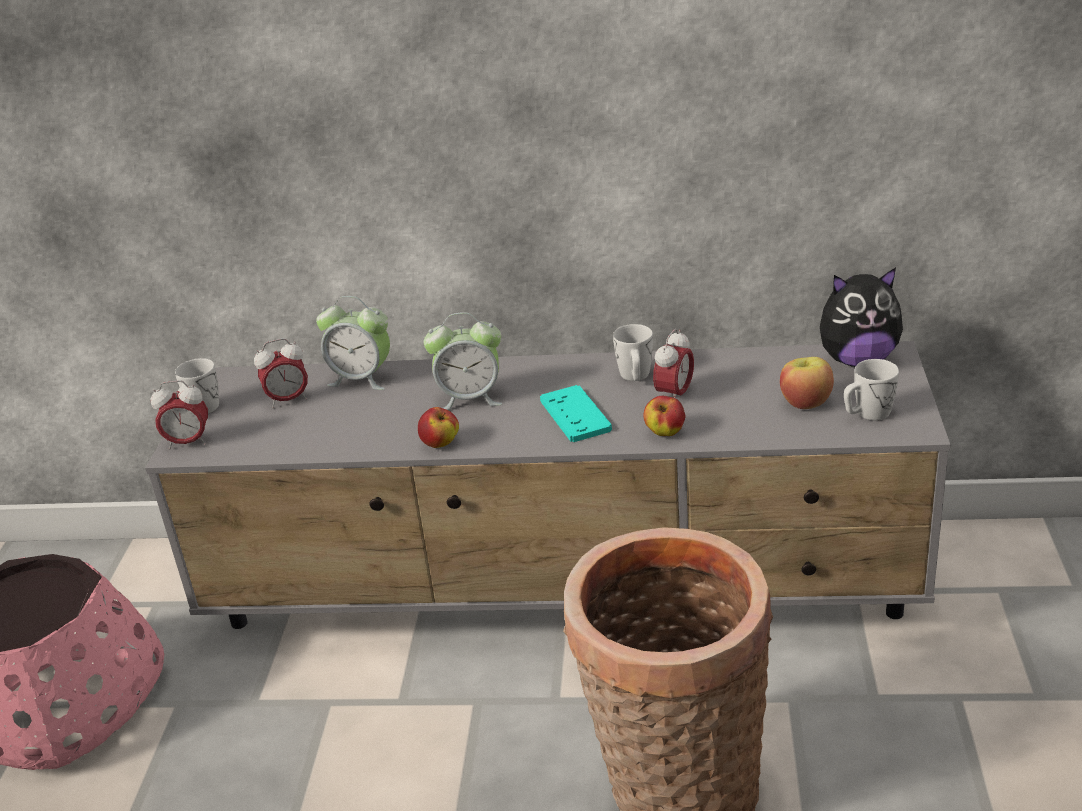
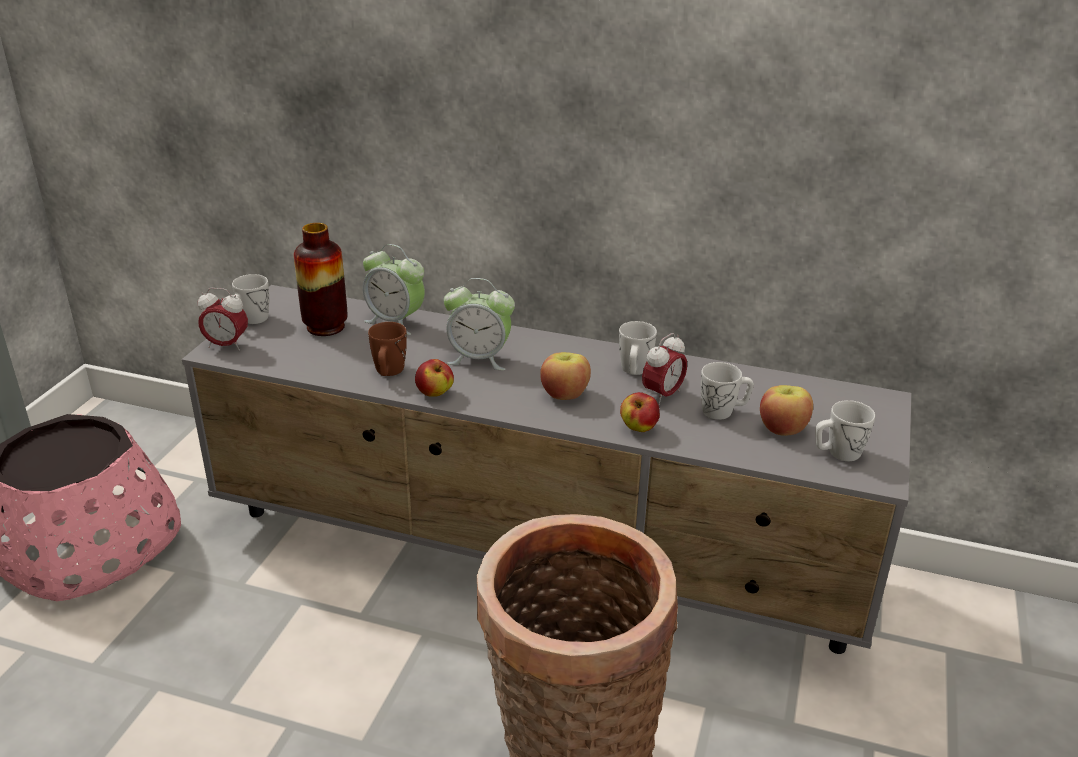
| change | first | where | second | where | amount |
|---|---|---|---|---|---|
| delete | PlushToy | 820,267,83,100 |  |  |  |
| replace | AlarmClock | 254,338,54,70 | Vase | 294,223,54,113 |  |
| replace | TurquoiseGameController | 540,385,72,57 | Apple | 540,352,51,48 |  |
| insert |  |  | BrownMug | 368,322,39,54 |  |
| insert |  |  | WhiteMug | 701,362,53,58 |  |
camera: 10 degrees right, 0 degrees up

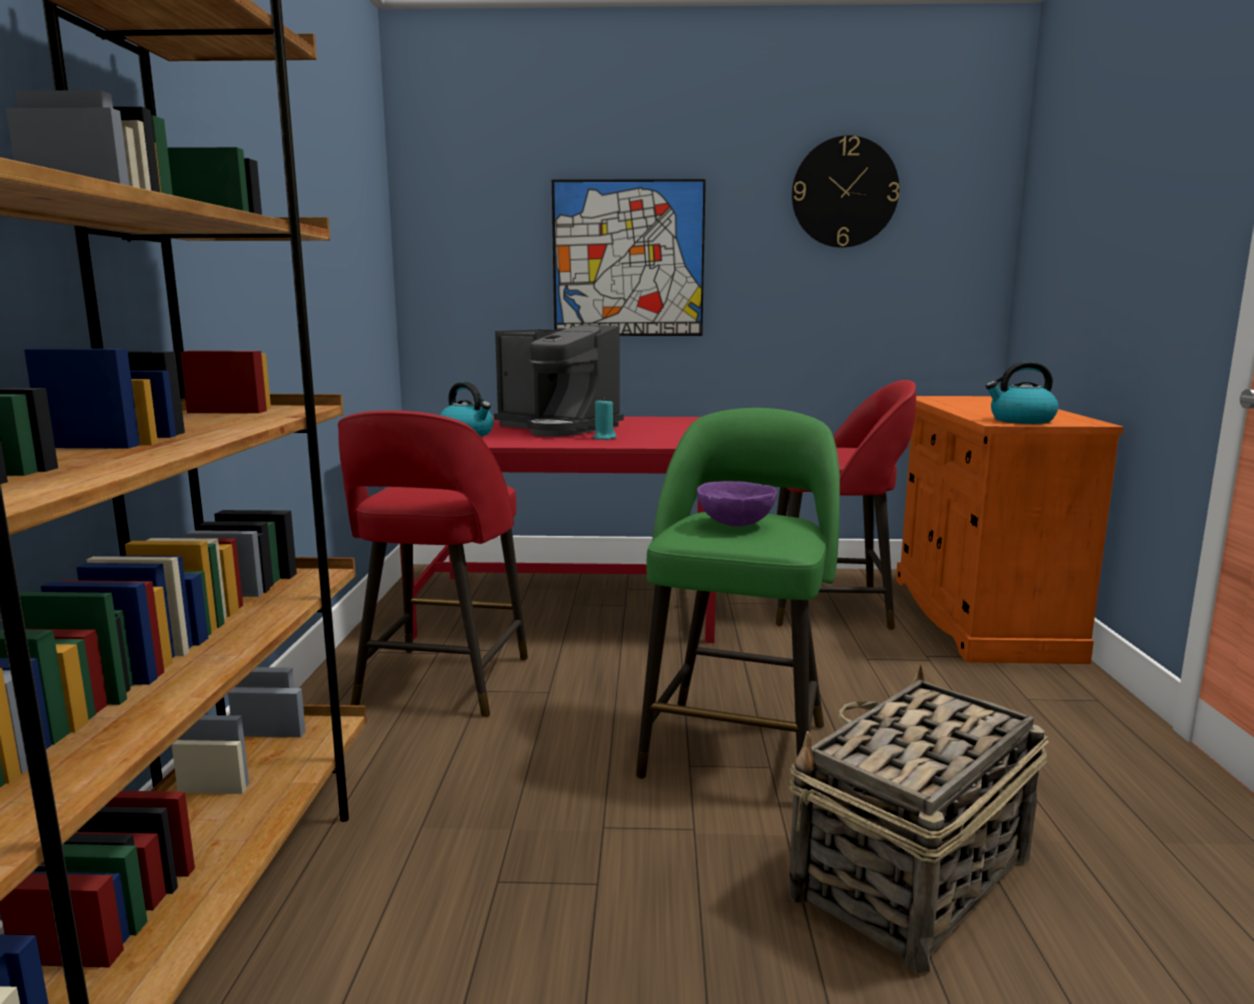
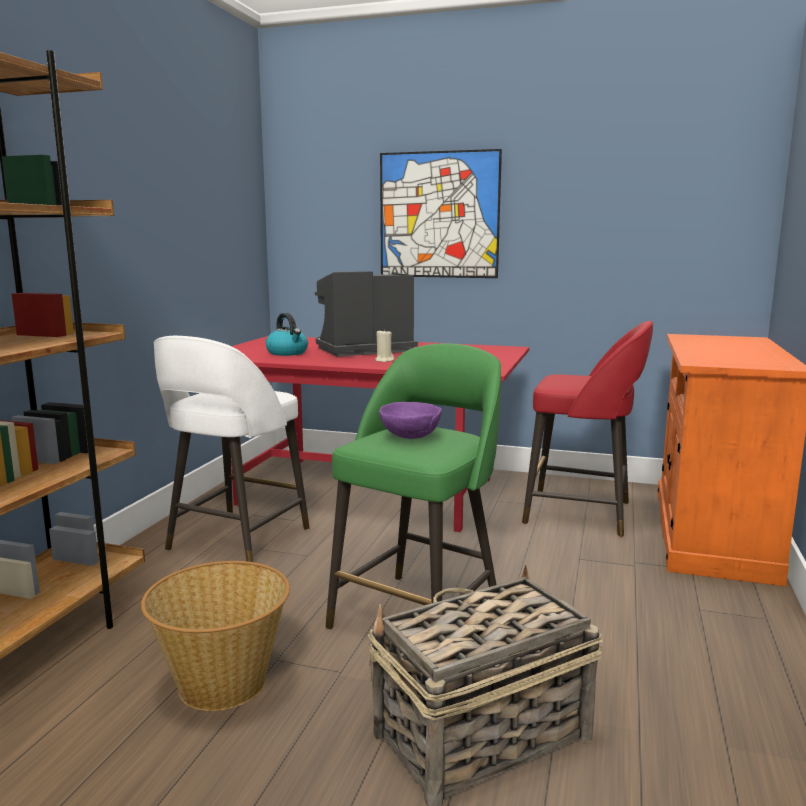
| change | first | where | second | where | amount |
|---|---|---|---|---|---|
| delete | WallClock | 792,135,107,113 |  |  |  |
| rotate | CoffeeMachine | 494,325,130,112 |  | 314,271,104,86 | 105 degrees clockwise |
| delete | Kettle | 986,361,72,63 |  |  |  |
| recolor | TurquoiseCandle | 593,398,23,42 | BeigeCandle | 375,329,19,33 |  |
| recolor | RedStool | 338,410,190,307 | WhiteStool | 154,336,156,226 |  |
| insert |  |  | Basket | 141,561,149,150 |  |
camera: 15 degrees right, 0 degrees up

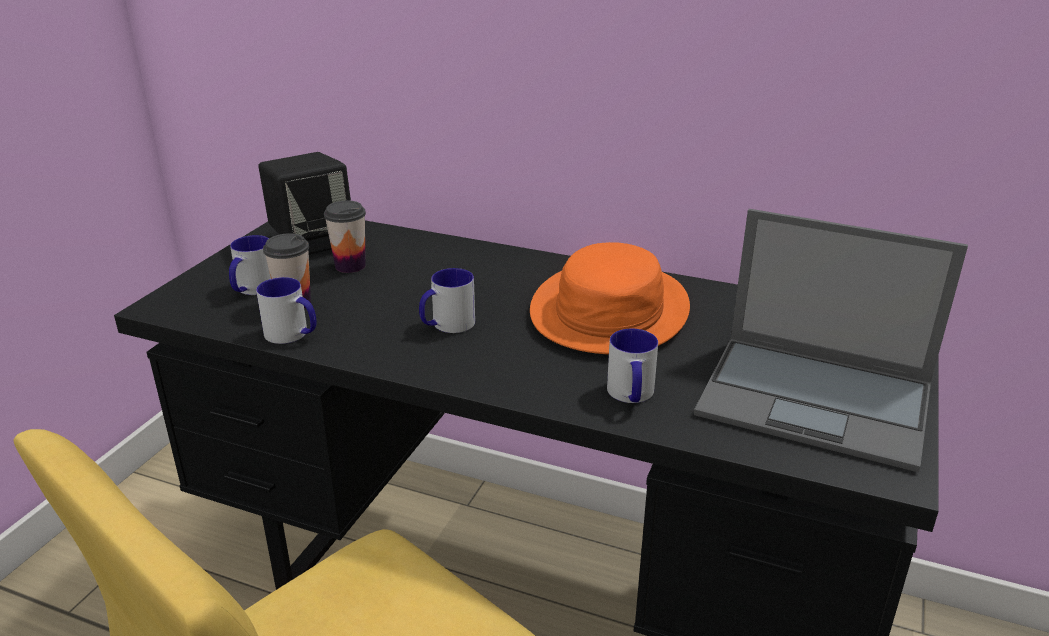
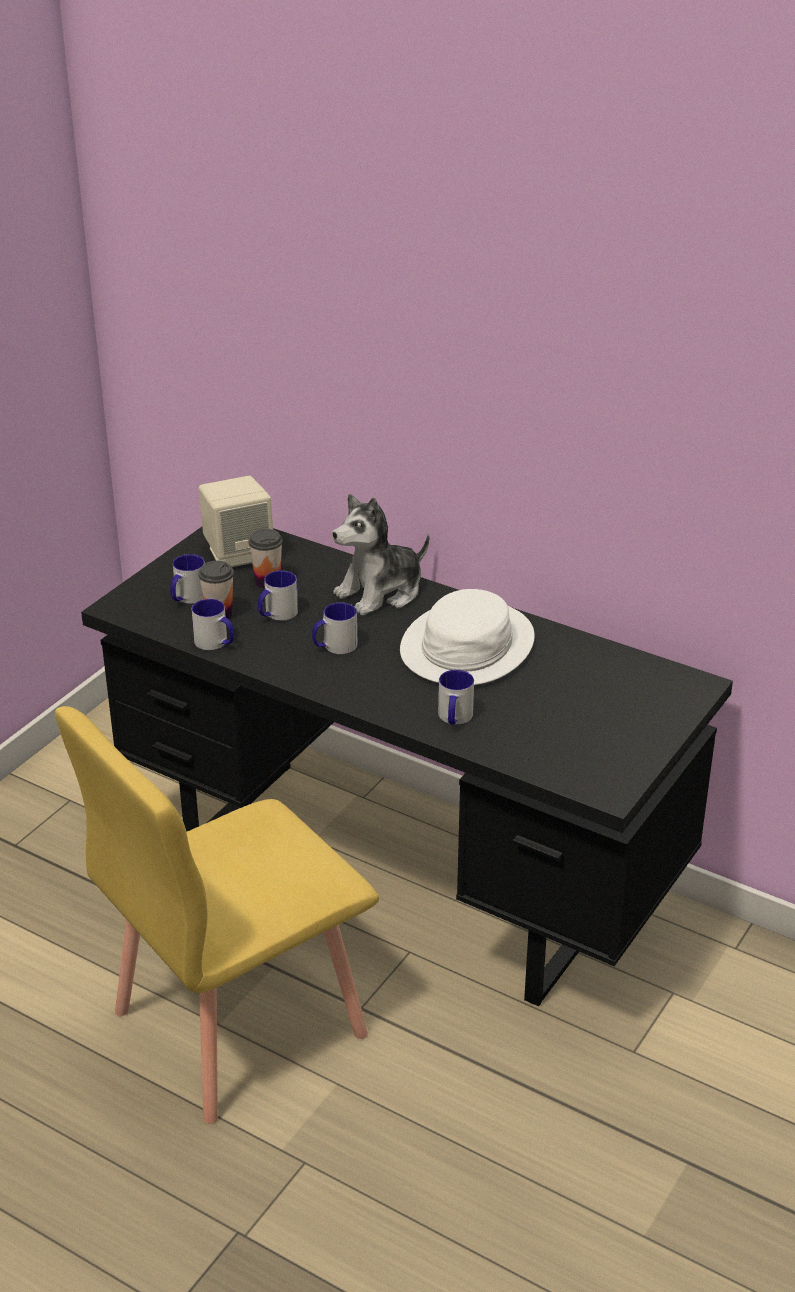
| change | first | where | second | where | amount |
|---|---|---|---|---|---|
| recolor | BlackSpeaker | 258,152,93,102 | BeigeSpeaker | 199,476,74,91 |  |
| delete | Laptop | 694,209,274,263 |  |  |  |
| recolor | OrangeHat | 530,242,160,113 | WhiteHat | 400,589,135,96 |  |
| insert |  |  | PlushToy | 332,494,97,122 |  |
| insert |  |  | Mug | 258,570,40,51 |  |
camera: 10 degrees right, 5 degrees up

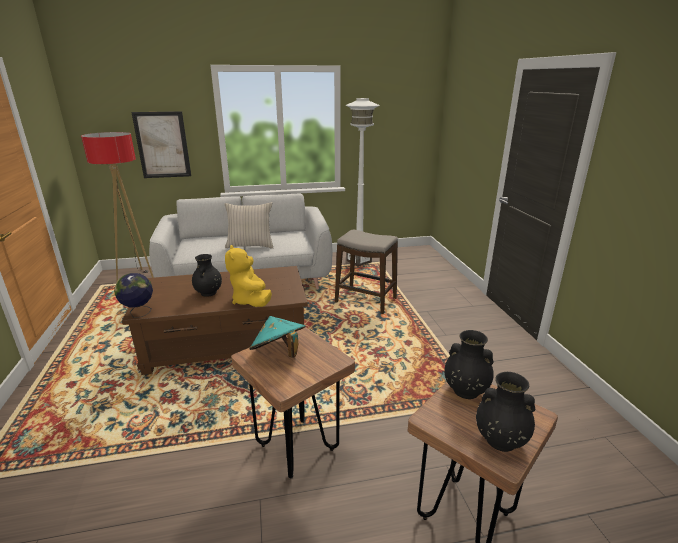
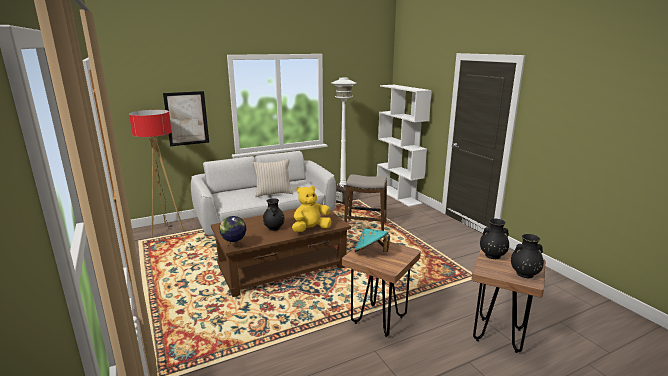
| change | first | where | second | where | amount |
|---|---|---|---|---|---|
| rotate | YellowPlushToy | 225,245,47,62 |  | 292,186,39,46 | 90 degrees clockwise |
| insert |  |  | WhiteBookcase | 377,85,55,122 |  |
camera: 15 degrees left, 5 degrees down

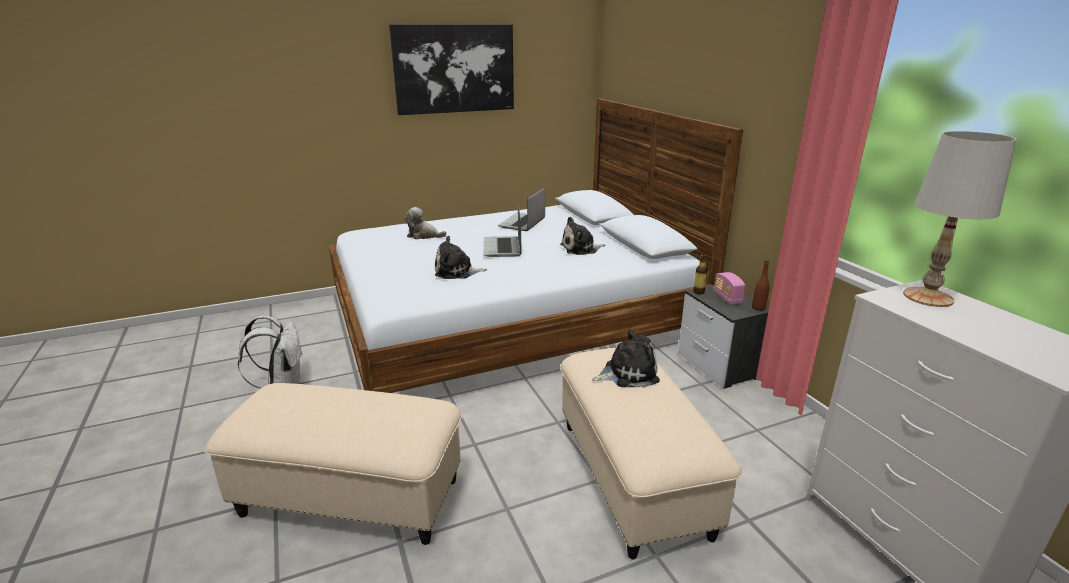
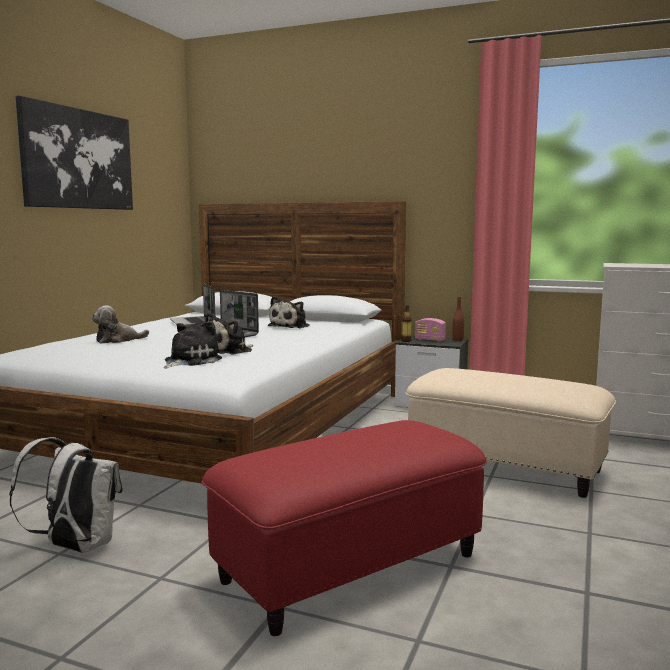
| change | first | where | second | where | amount |
|---|---|---|---|---|---|
| delete | WhiteTableLamp | 903,131,114,176 |  |  |  |
| move | PlushToy | 592,329,68,59 |  | 164,321,58,48 |  |
| recolor | BeigeOttoman | 205,383,257,162 | RedOttoman | 201,420,286,216 |  |
camera: 45 degrees left, 15 degrees down

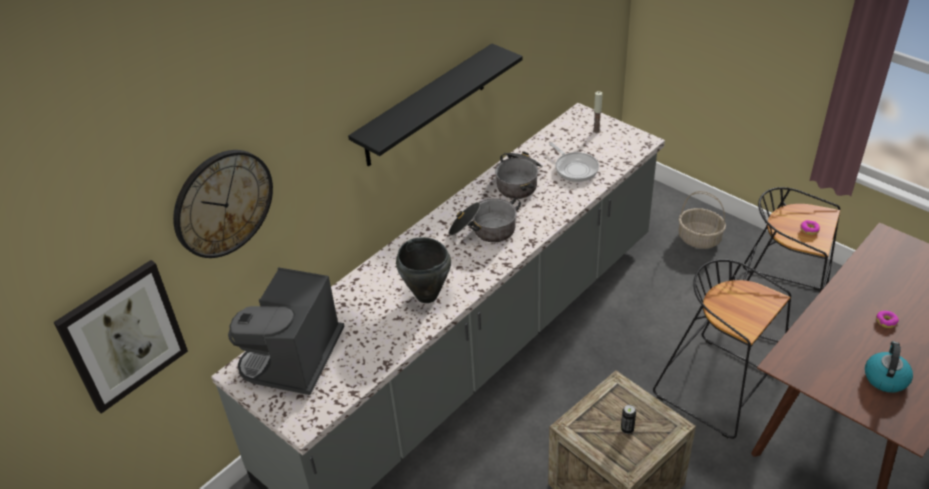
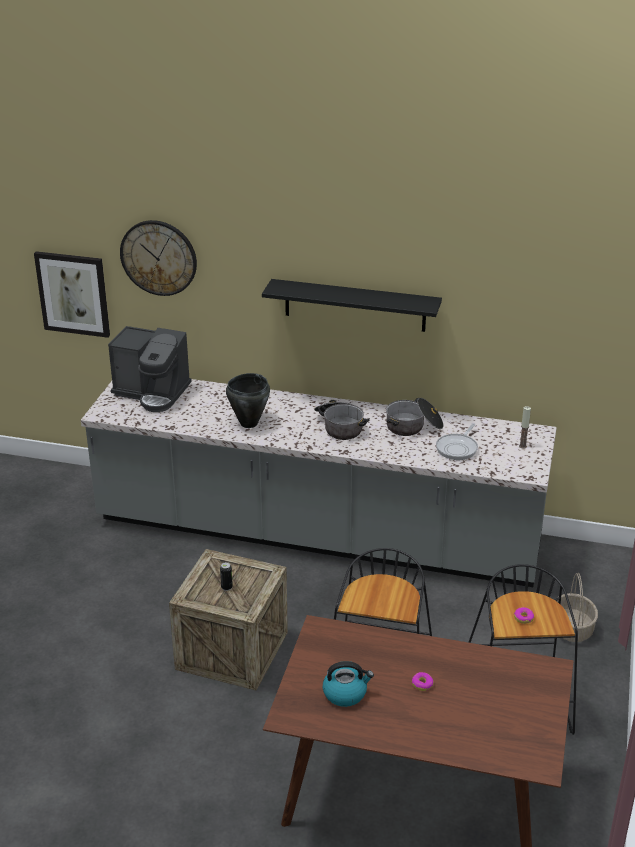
| change | first | where | second | where | amount |
|---|---|---|---|---|---|
| rotate | CoffeeMachine | 228,267,117,128 |  | 108,326,84,86 | 150 degrees counterclockwise |
camera: 60 degrees right, 10 degrees down

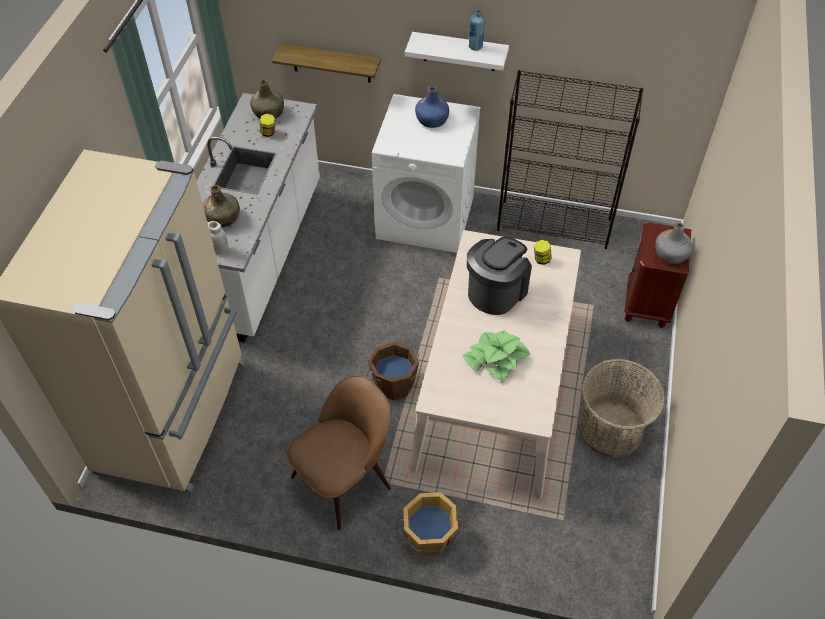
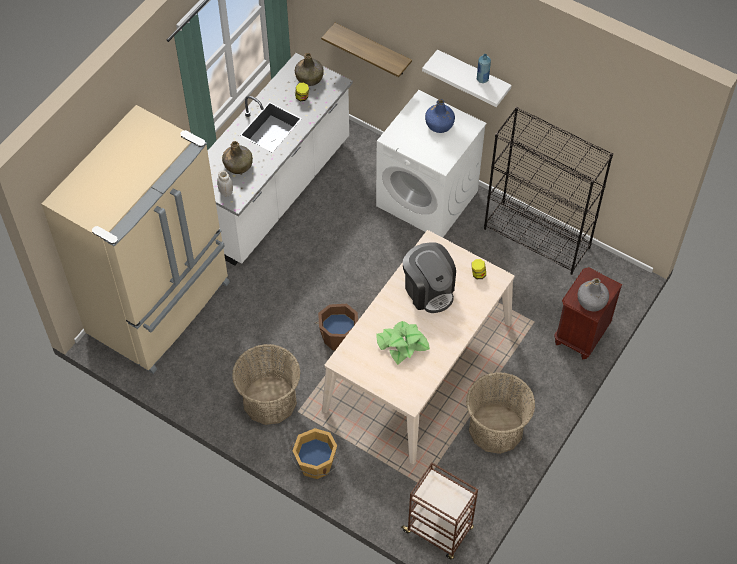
| change | first | where | second | where | amount |
|---|---|---|---|---|---|
| rotate | CoffeeMachine | 467,237,65,78 |  | 403,242,53,71 | 90 degrees clockwise |
| replace | BrownChair | 287,375,104,155 | Basket | 232,344,69,81 |  |
| insert |  |  | BrownCart | 401,462,77,97 |  |
camera: 20 degrees right, 5 degrees up

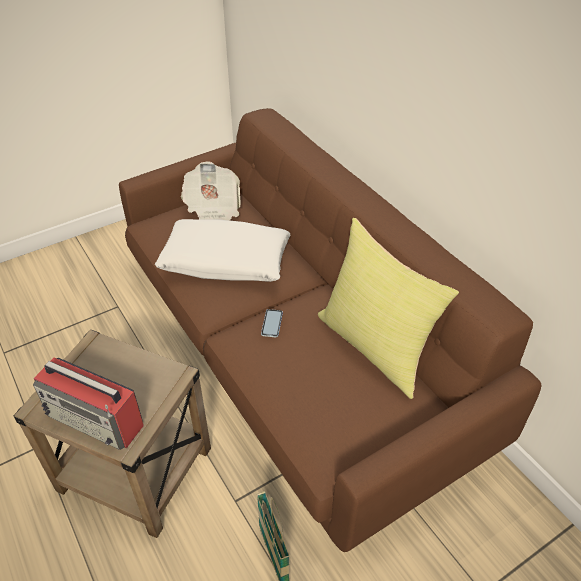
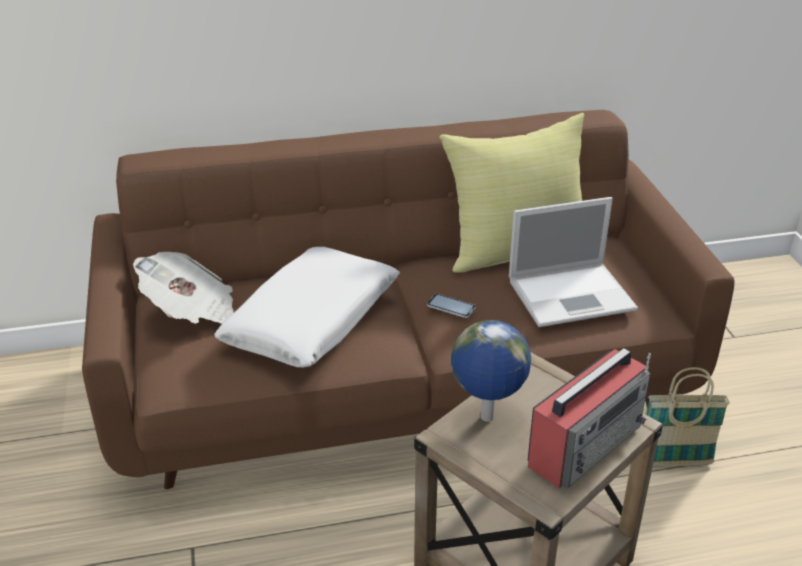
| change | first | where | second | where | amount |
|---|---|---|---|---|---|
| insert |  |  | Laptop | 509,197,129,130 |  |
| insert |  |  | Globe | 451,320,80,102 |  |
camera: 70 degrees left, 10 degrees down

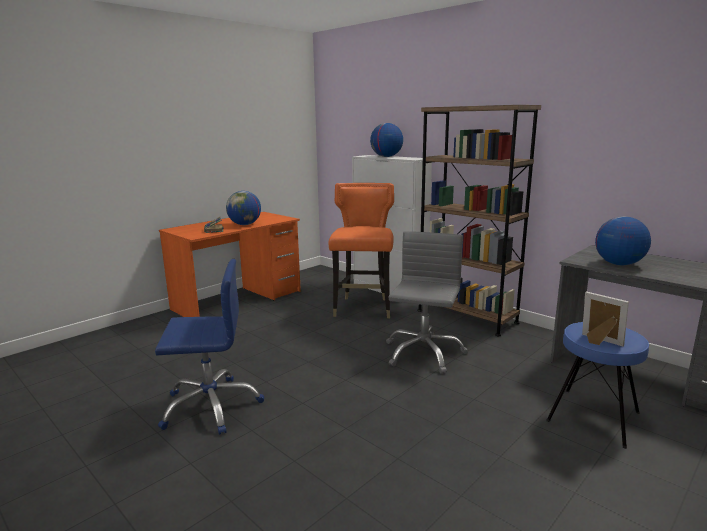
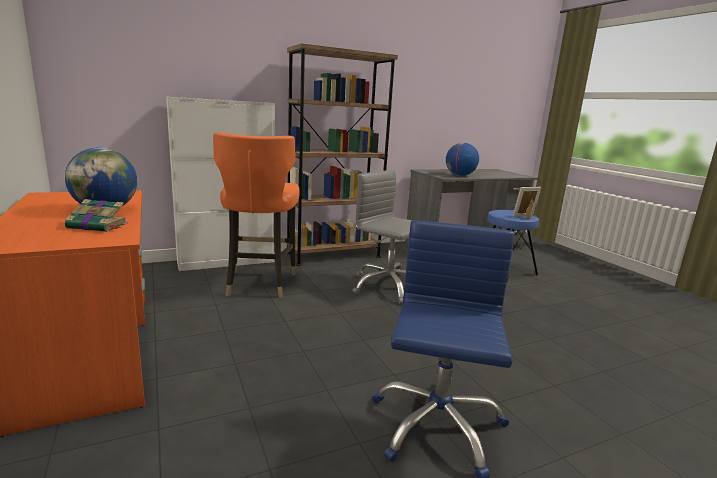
| change | first | where | second | where | amount |
|---|---|---|---|---|---|
| delete | Globe | 370,123,33,34 |  |  |  |
| rotate | OrangeChair | 329,183,65,135 |  | 213,132,87,166 | 120 degrees counterclockwise |
camera: 70 degrees left, 0 degrees up

